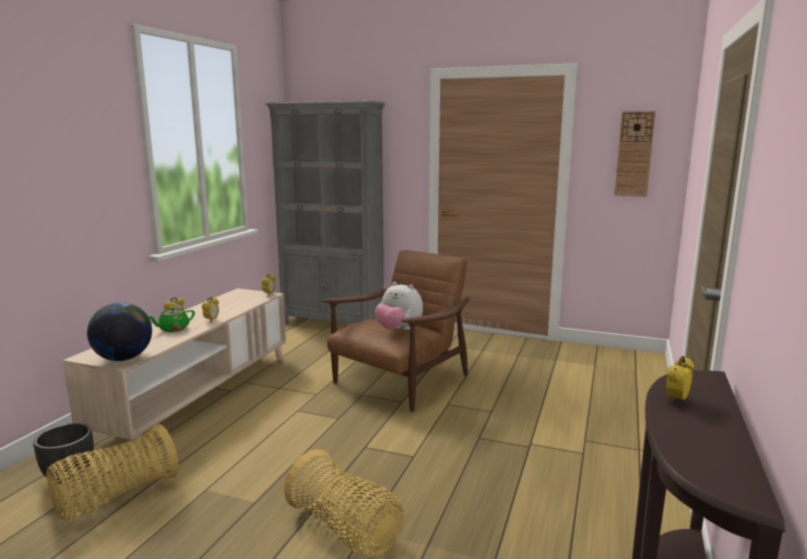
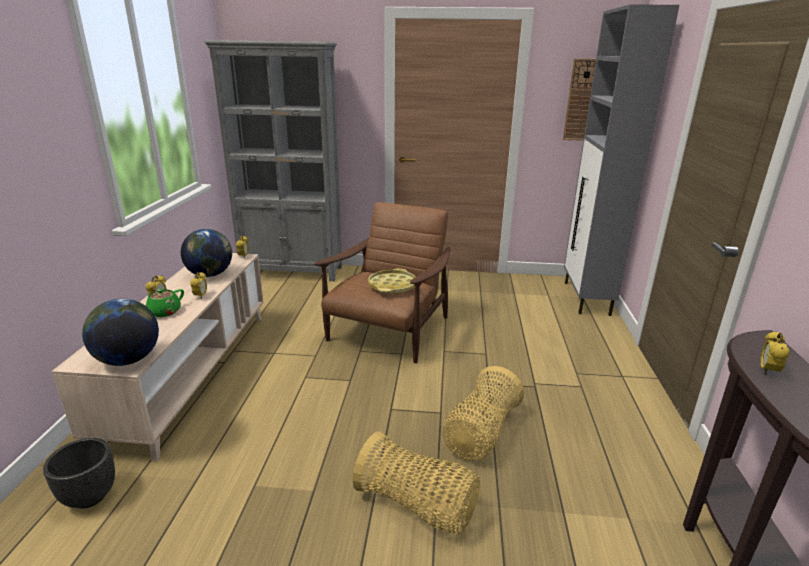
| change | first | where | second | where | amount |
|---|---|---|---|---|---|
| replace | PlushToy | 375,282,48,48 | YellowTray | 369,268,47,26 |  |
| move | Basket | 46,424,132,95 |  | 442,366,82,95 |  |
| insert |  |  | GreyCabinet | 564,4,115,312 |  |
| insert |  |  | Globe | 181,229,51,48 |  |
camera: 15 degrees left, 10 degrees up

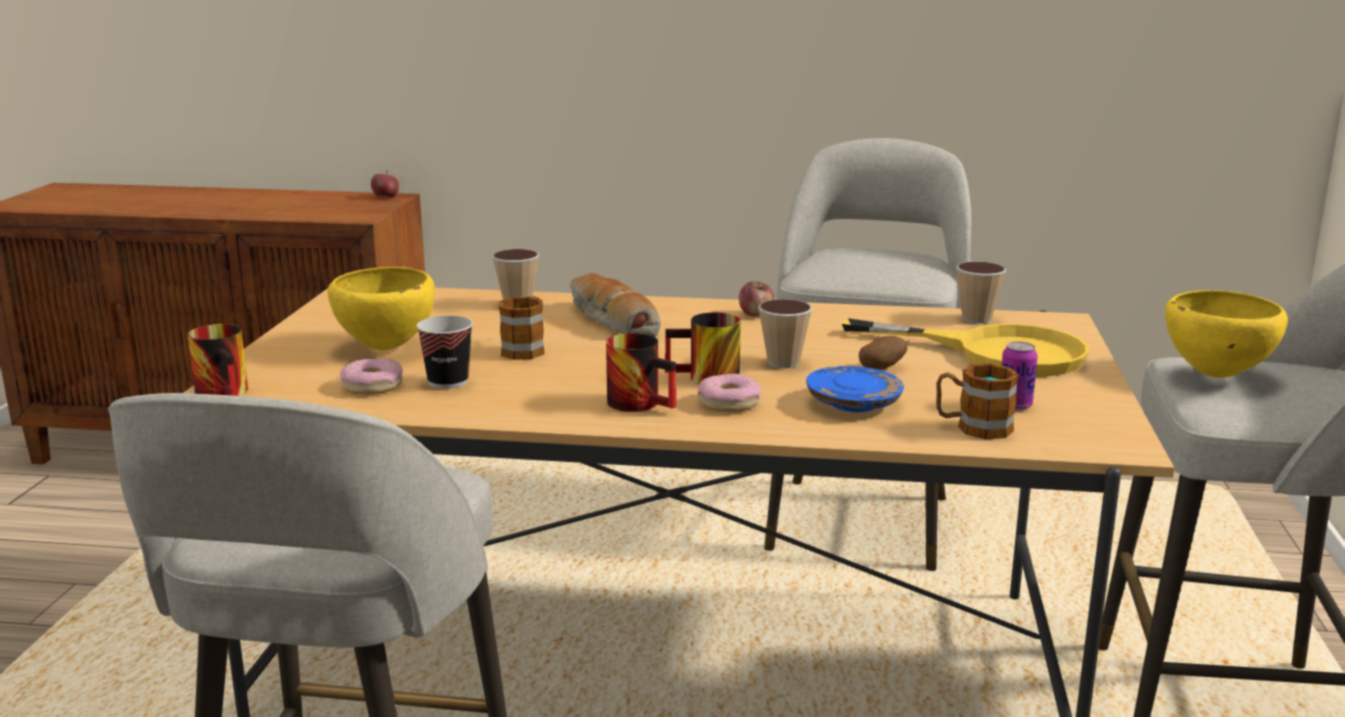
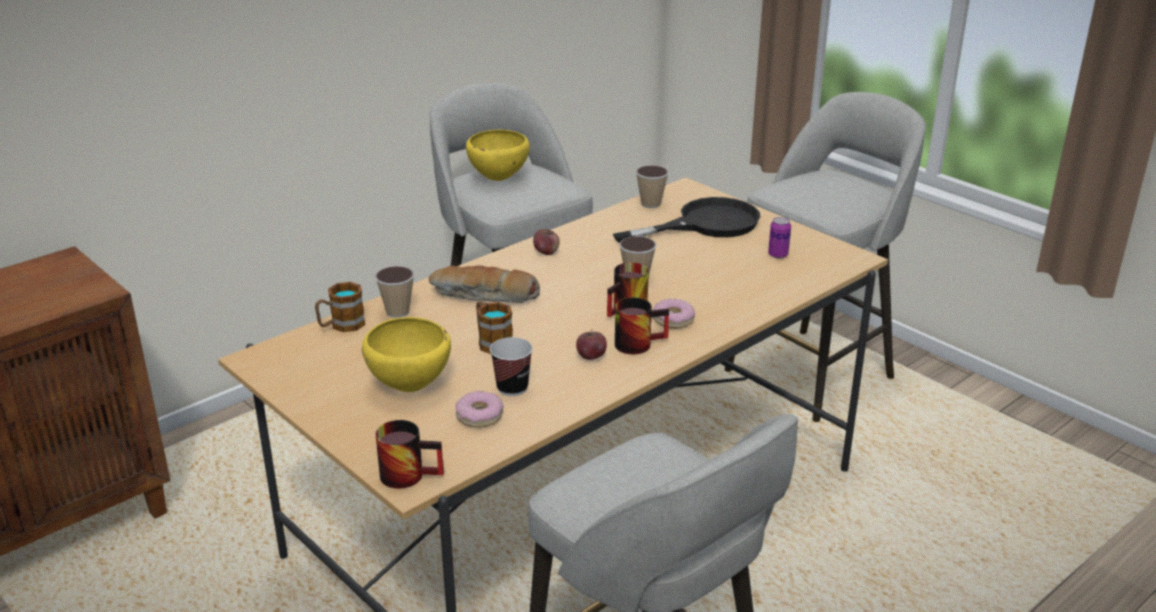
| change | first | where | second | where | amount |
|---|---|---|---|---|---|
| move | Apple | 371,171,28,26 |  | 576,329,31,31 |  |
| move | YellowBowl | 1165,290,123,88 |  | 466,130,64,51 |  |
| recolor | YellowFryingPan | 842,318,247,58 | BlackFryingPan | 613,197,148,46 |  |
| delete | Potato | 859,336,49,34 |  |  |  |
| move | Mug | 936,363,83,76 |  | 315,282,50,50 |  |
| delete | BluePlate | 806,366,98,46 |  |  |  |
camera: 50 degrees left, 10 degrees up

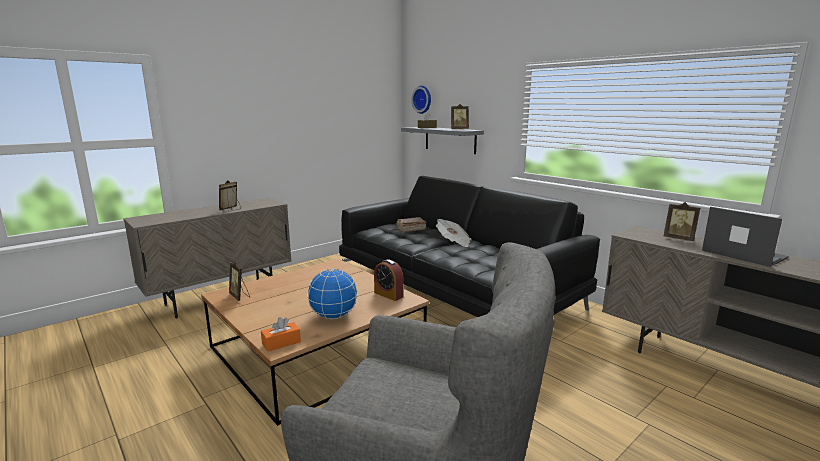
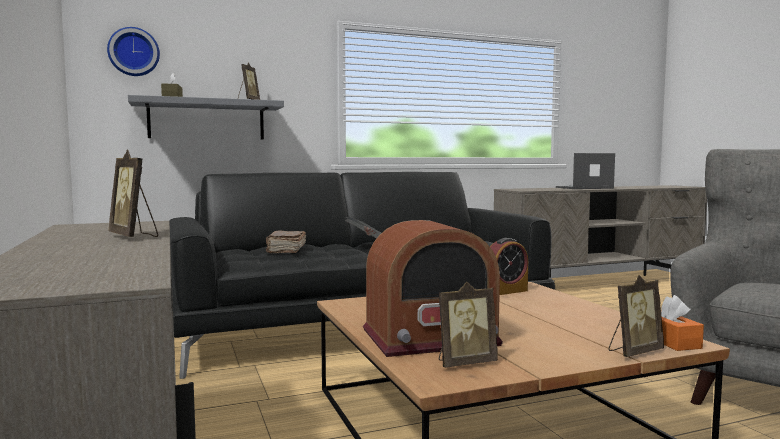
| change | first | where | second | where | amount |
|---|---|---|---|---|---|
| move | PictureFrame | 663,202,37,39 |  | 609,275,55,82 |  |
| delete | Globe | 307,269,51,50 |  |  |  |
| insert |  |  | Radio | 363,220,140,137 |  |
camera: 70 degrees left, 10 degrees down

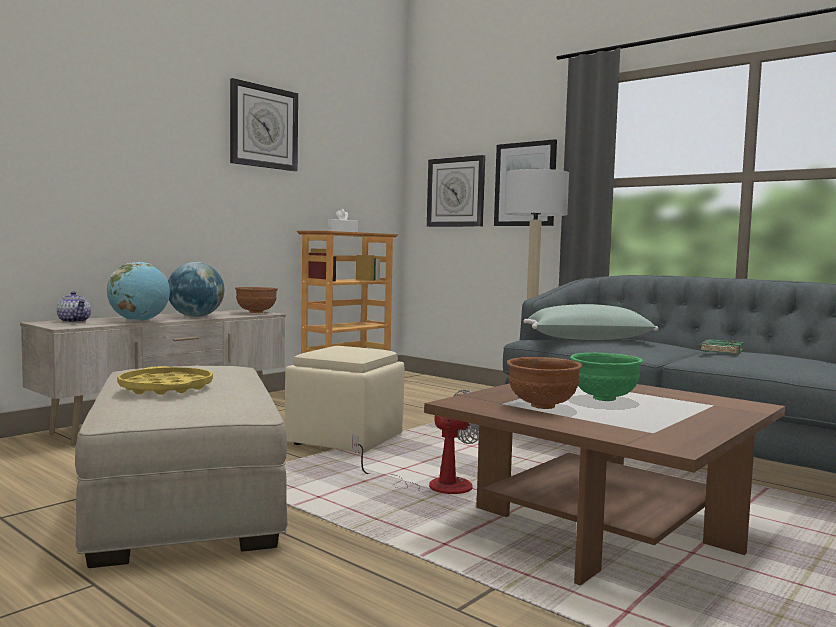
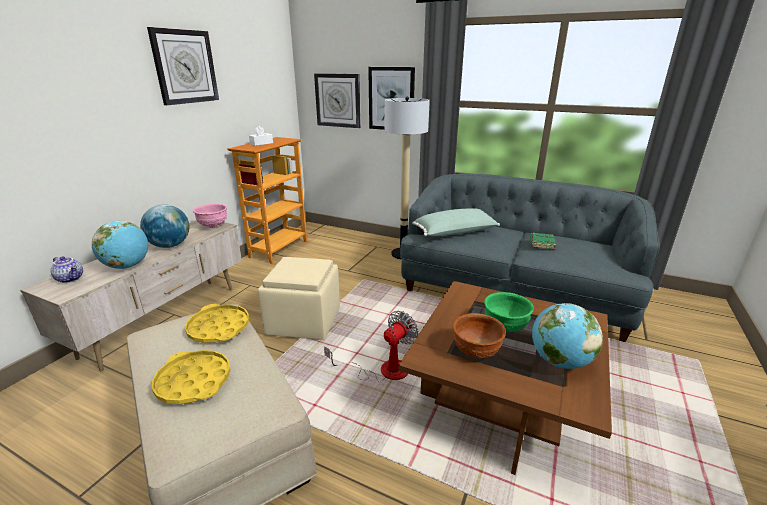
| change | first | where | second | where | amount |
|---|---|---|---|---|---|
| recolor | BrownBowl | 235,287,43,26 | PinkBowl | 193,204,34,24 |  |
| insert |  |  | Globe | 532,303,71,66 |  |
| insert |  |  | YellowTray | 185,304,64,39 |  |
camera: 15 degrees left, 20 degrees up

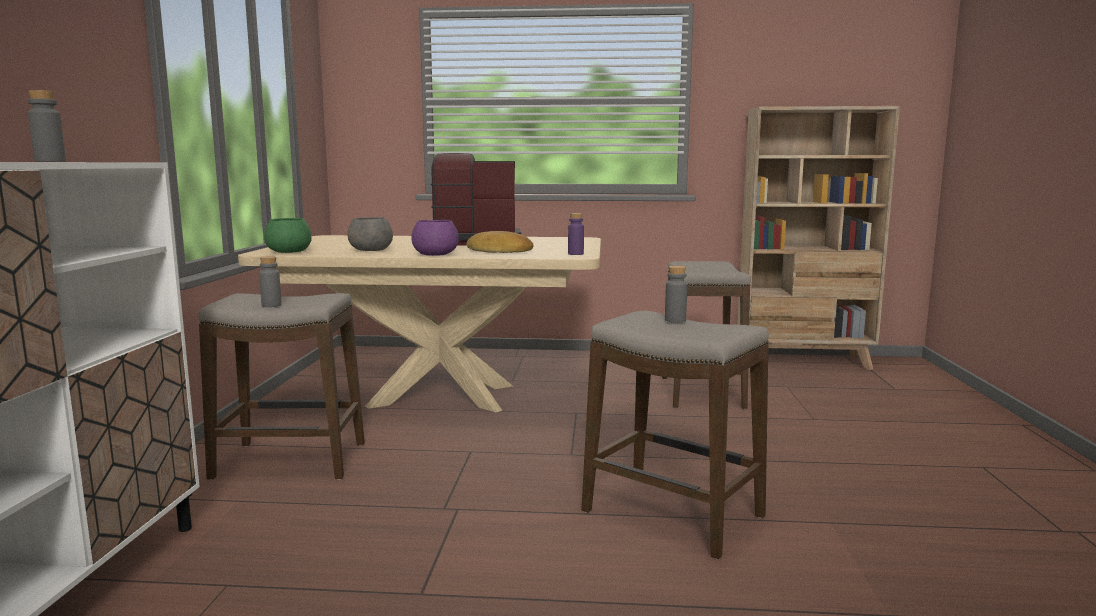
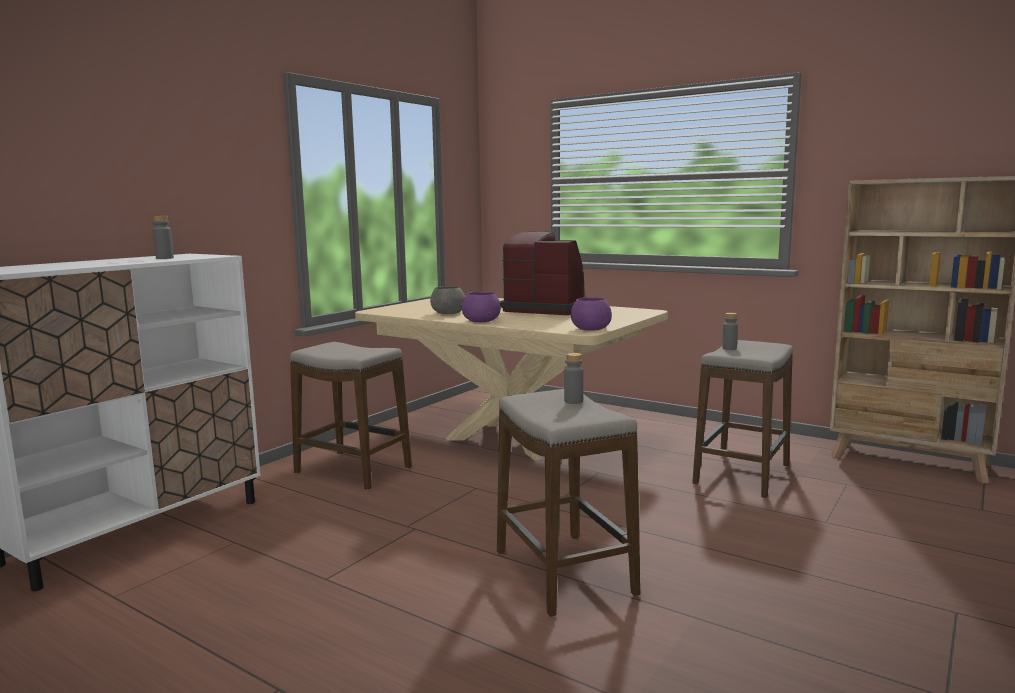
| change | first | where | second | where | amount |
|---|---|---|---|---|---|
| replace | PurpleBottle | 568,213,16,42 | PurpleBowl | 571,297,41,34 |  |
| delete | GreenBowl | 264,218,47,35 |  |  |  |
| delete | Bread | 466,231,68,22 |  |  |  |
| move | GreyBottle | 259,256,23,51 |  | 722,313,16,37 |  |
camera: 30 degrees right, 0 degrees up

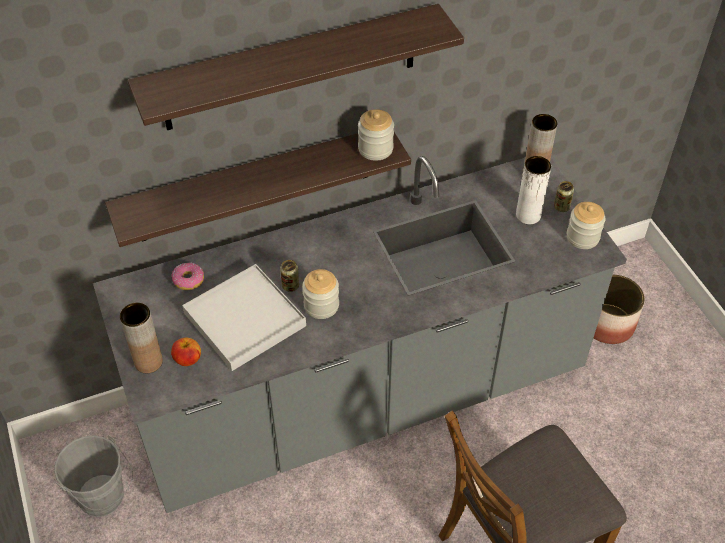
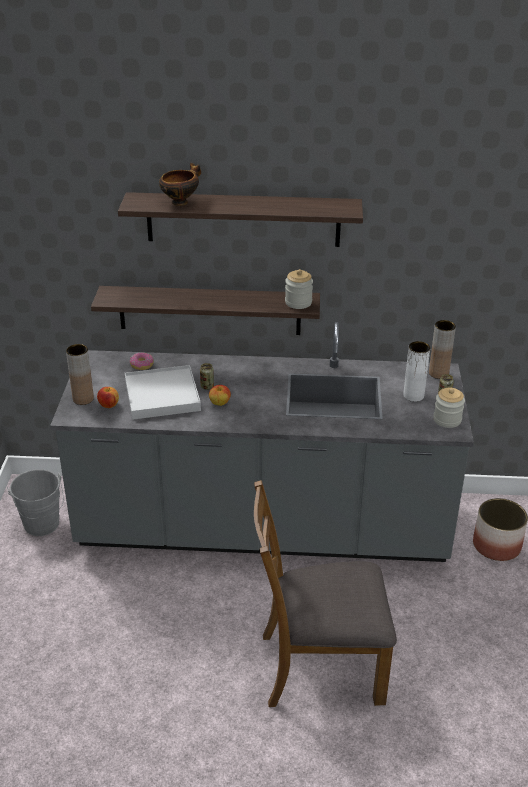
| change | first | where | second | where | amount |
|---|---|---|---|---|---|
| replace | Jar | 302,269,37,50 | Apple | 209,385,22,21 |  |
| insert |  |  | Bowl | 159,163,42,43 |  |
camera: 25 degrees right, 15 degrees down

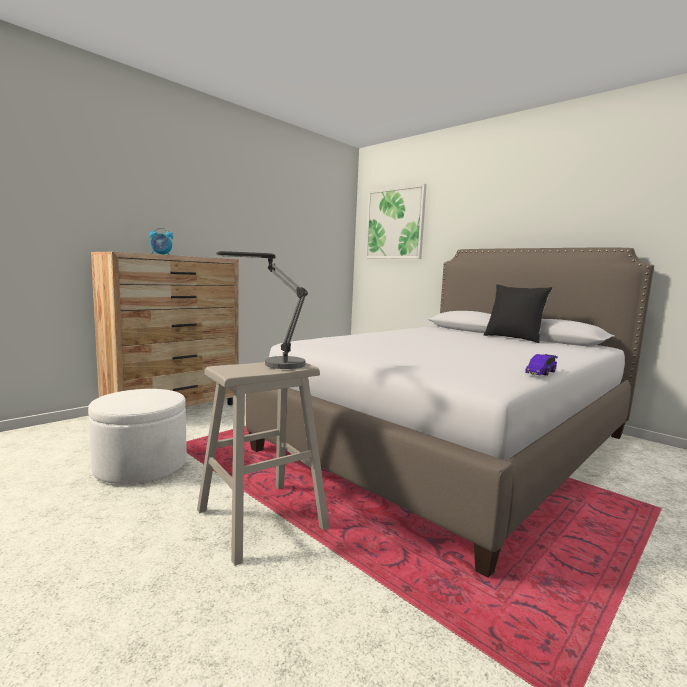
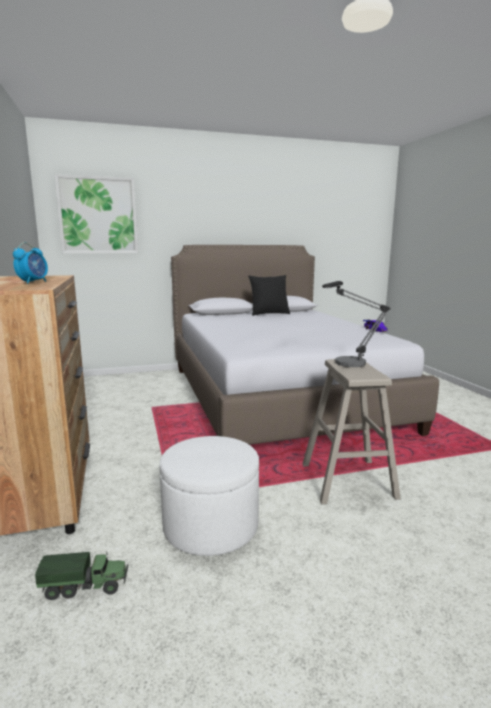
| change | first | where | second | where | amount |
|---|---|---|---|---|---|
| insert |  |  | ToyTruck | 35,552,93,48 |  |
camera: 60 degrees left, 5 degrees up

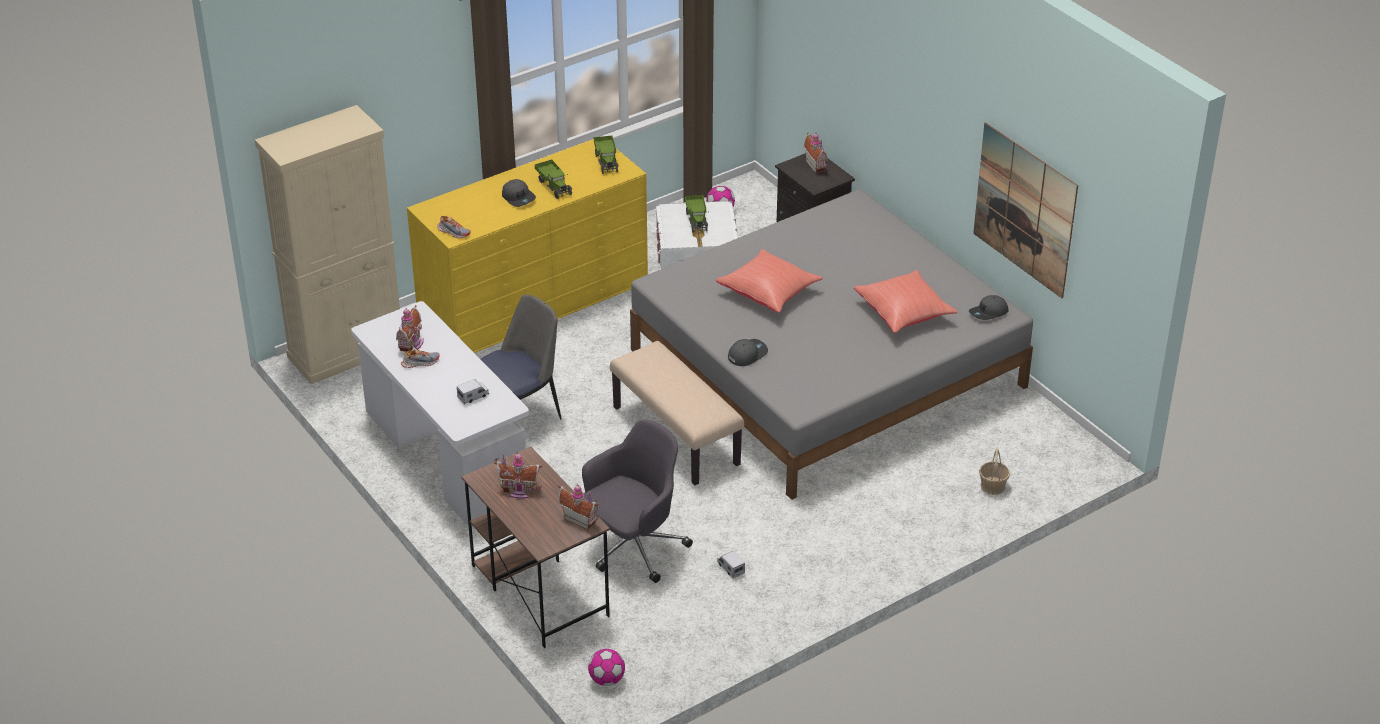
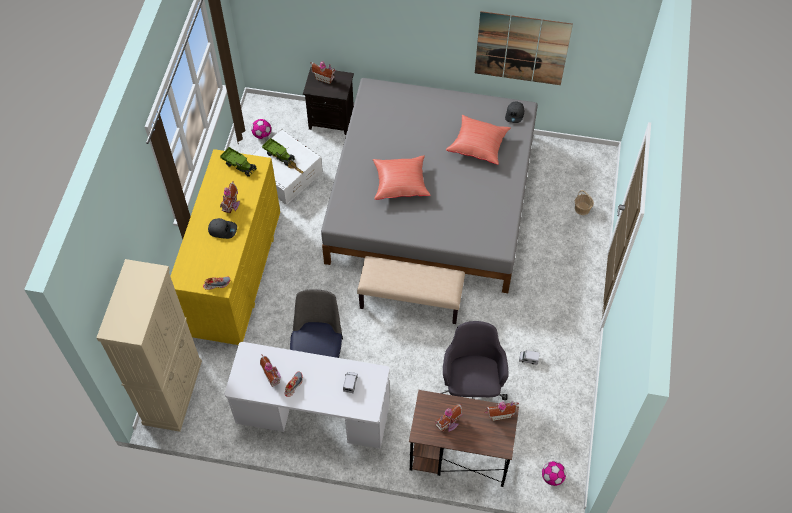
| change | first | where | second | where | amount |
|---|---|---|---|---|---|
| replace | ToyTruck | 535,159,37,40 | ToyHouse | 220,181,20,32 |  |
| delete | GreyCap | 728,339,40,27 |  |  |  |
camera: 45 degrees left, 20 degrees up

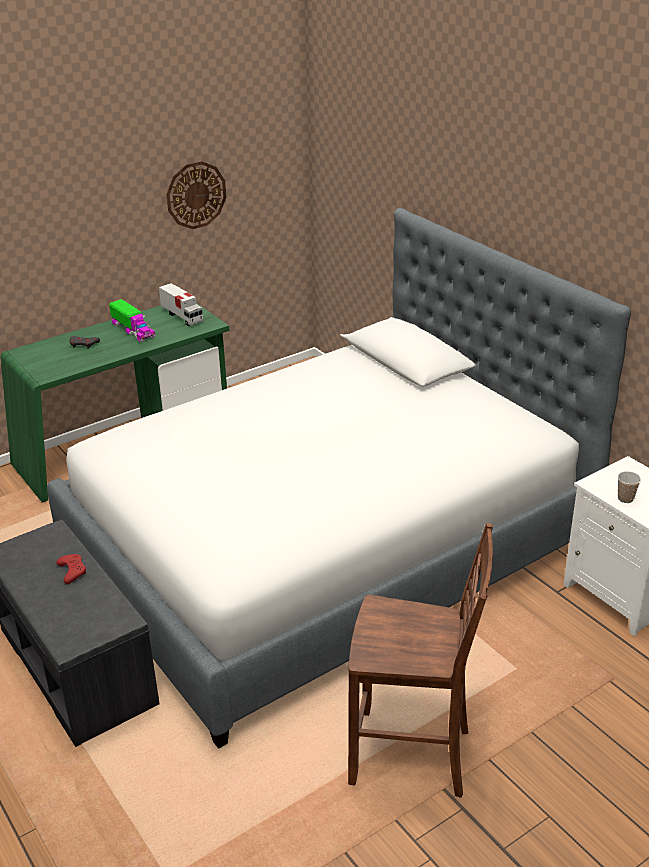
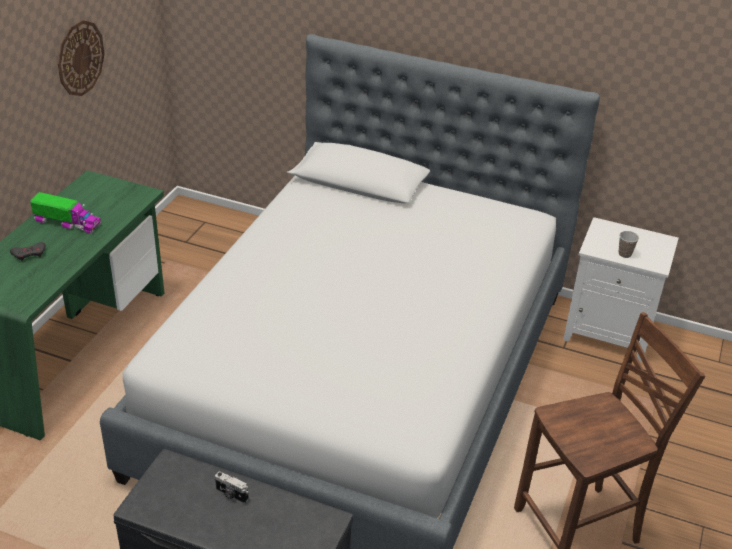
| change | first | where | second | where | amount |
|---|---|---|---|---|---|
| delete | ToyTruck | 159,283,44,43 |  |  |  |
| replace | RedGameController | 56,554,30,30 | PhotoCamera | 215,471,34,33 |  |
camera: 35 degrees left, 5 degrees up

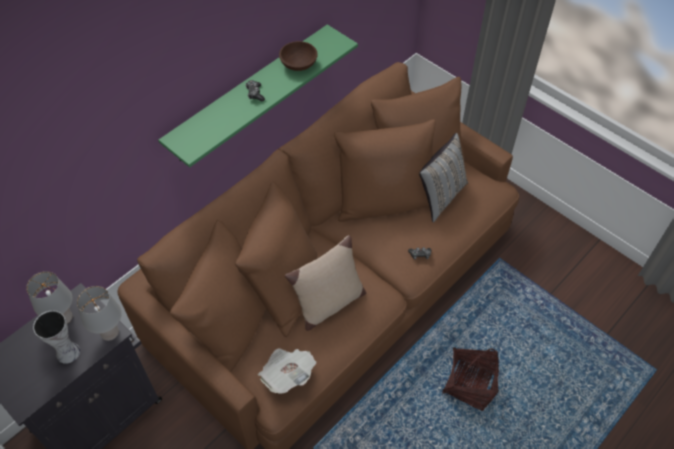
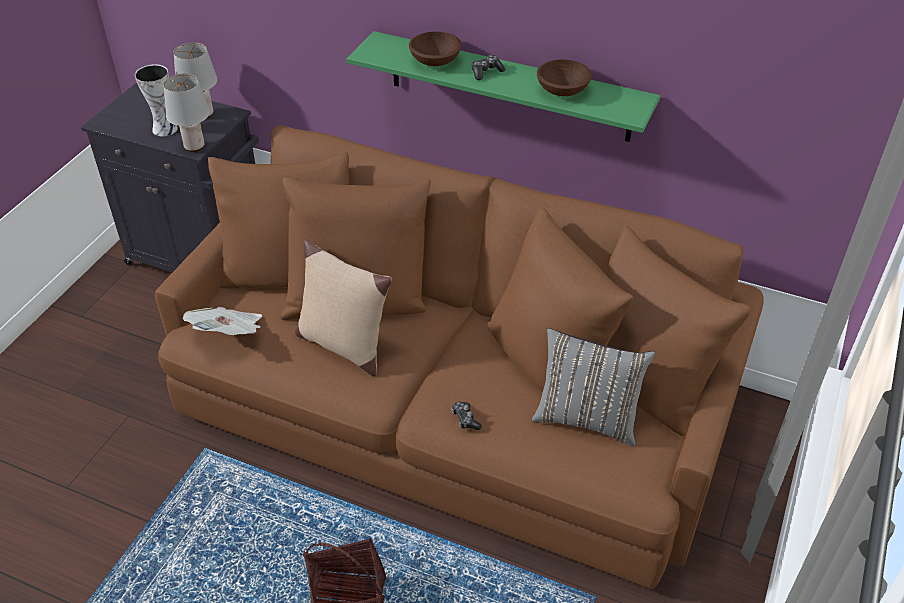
| change | first | where | second | where | amount |
|---|---|---|---|---|---|
| insert |  |  | BrownBowl | 409,31,52,35 |  |
camera: 70 degrees right, 10 degrees down

